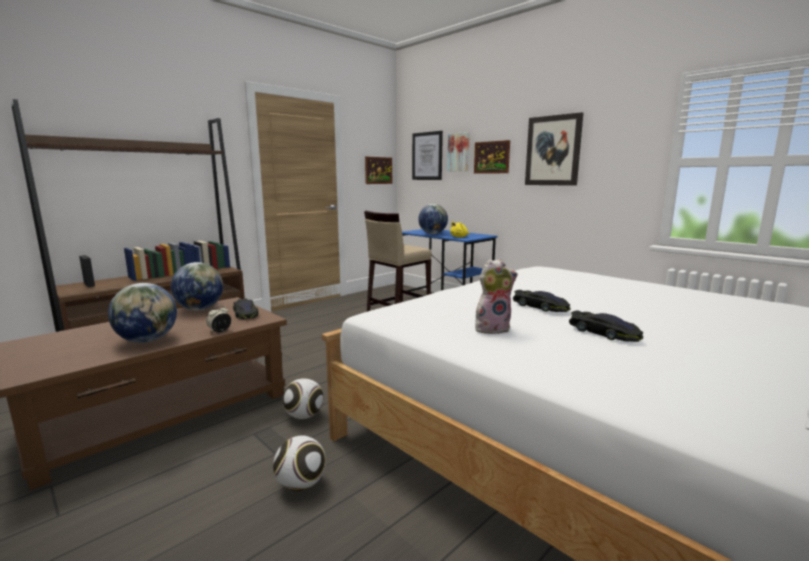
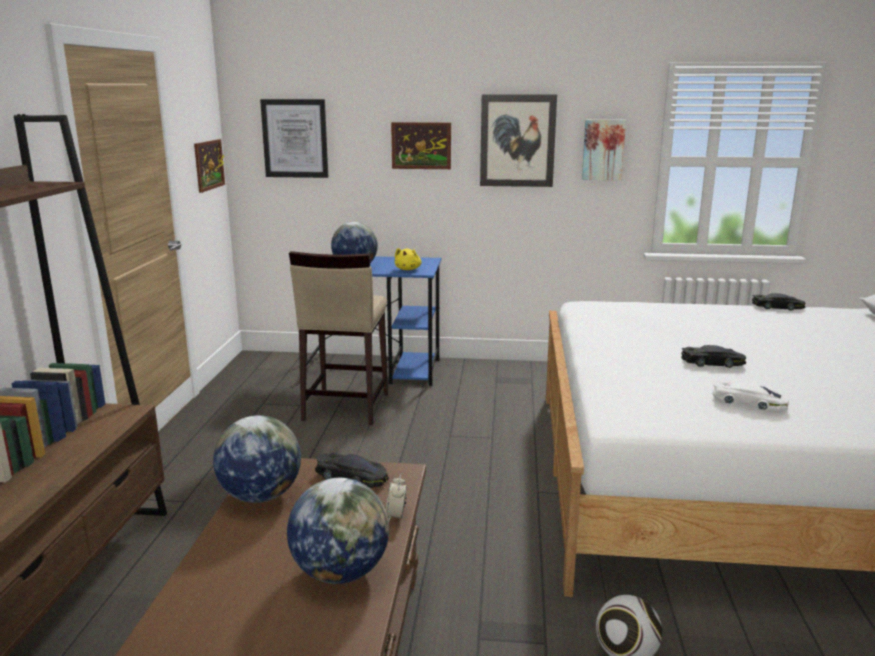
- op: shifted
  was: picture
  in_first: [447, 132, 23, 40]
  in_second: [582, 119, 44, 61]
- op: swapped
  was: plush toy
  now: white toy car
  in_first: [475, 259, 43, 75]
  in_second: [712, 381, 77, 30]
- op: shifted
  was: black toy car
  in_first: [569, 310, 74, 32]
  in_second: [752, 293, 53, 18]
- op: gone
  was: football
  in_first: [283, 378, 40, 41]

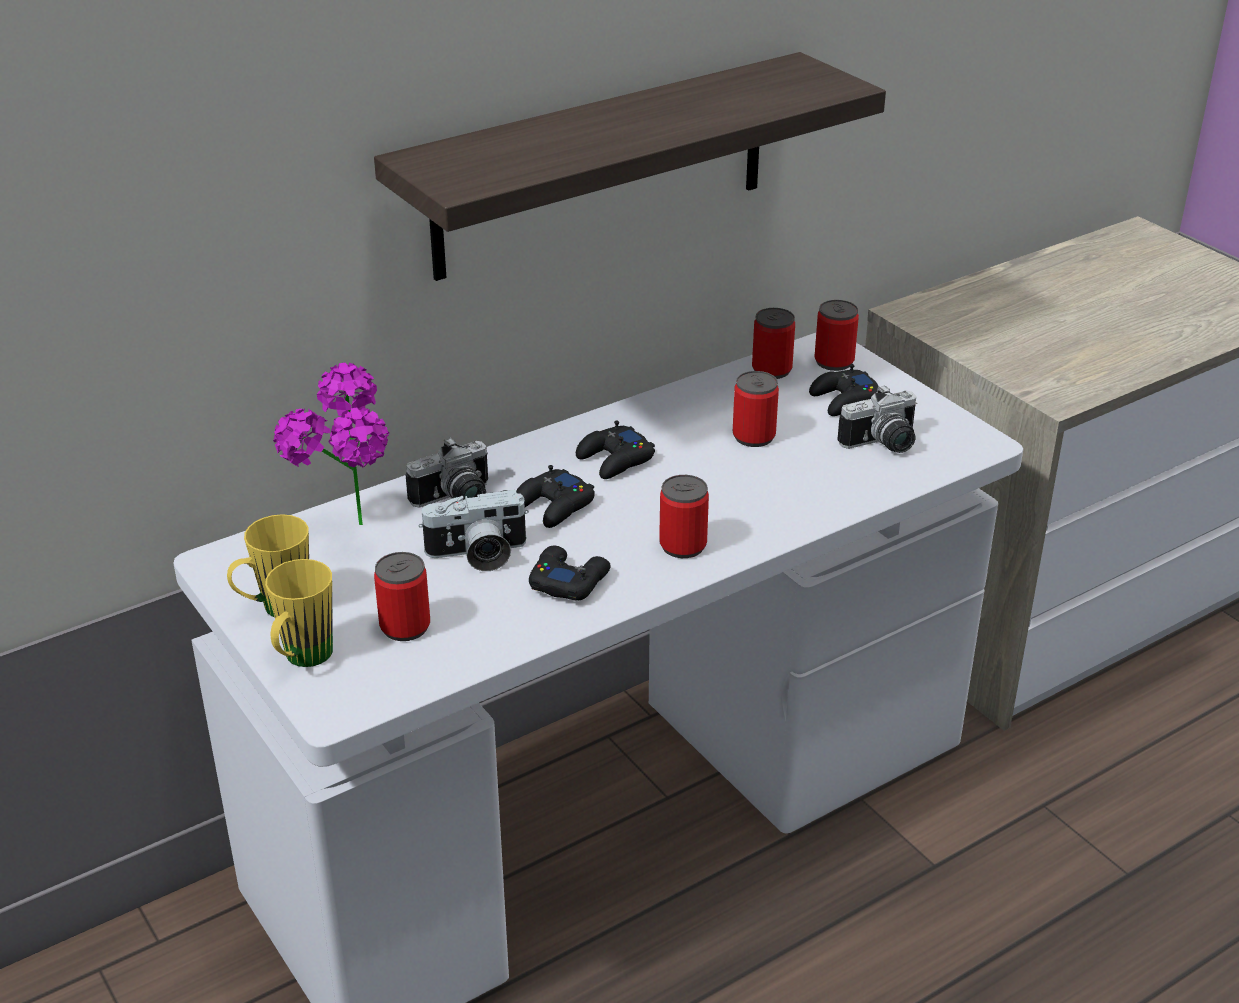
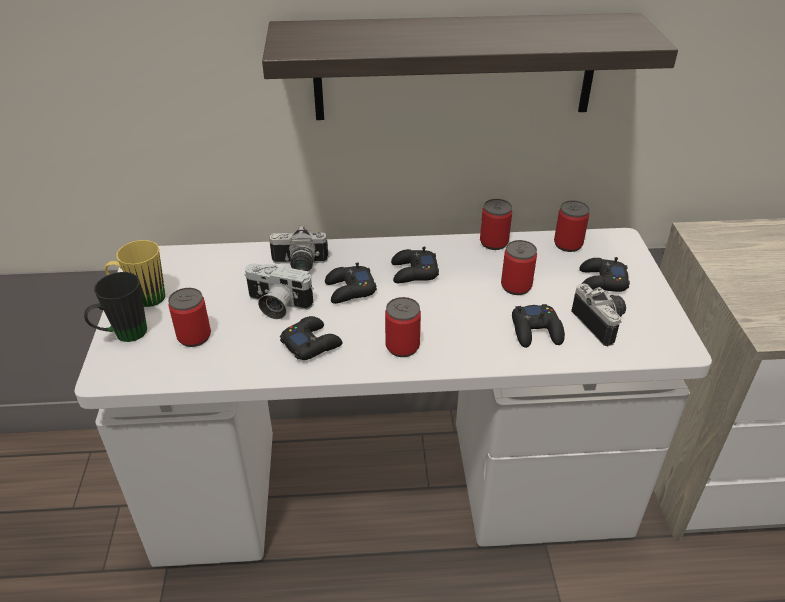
- op: shifted
  was: can
  in_first: [814, 300, 45, 71]
  in_second: [480, 199, 32, 51]
- op: gone
  was: potted plant
  in_first: [273, 363, 116, 162]
- op: rotated
  was: photo camera
  in_first: [837, 385, 80, 68]
  in_second: [571, 283, 55, 63]
  clockwise: -120
- op: repainted
  was: yellow mug
  now: black mug
  in_first: [265, 559, 68, 108]
  in_second: [84, 272, 63, 70]
- op: new
  now: black game controller
  in_second: [512, 304, 53, 44]

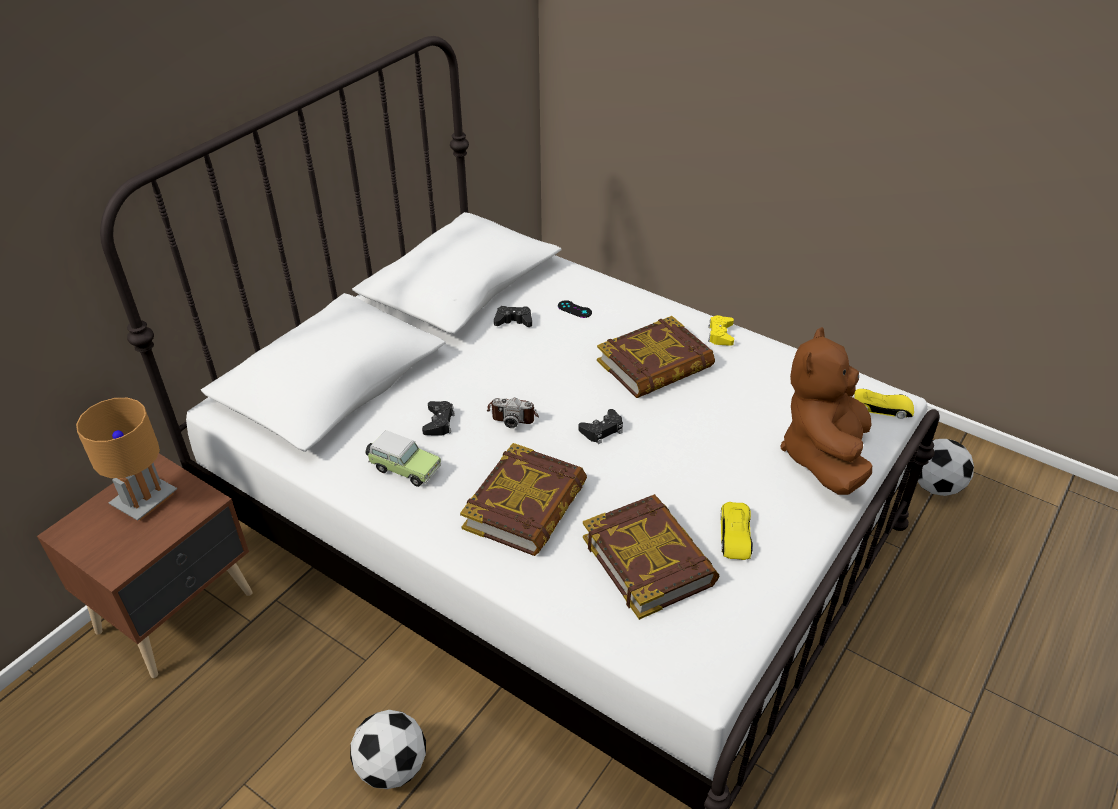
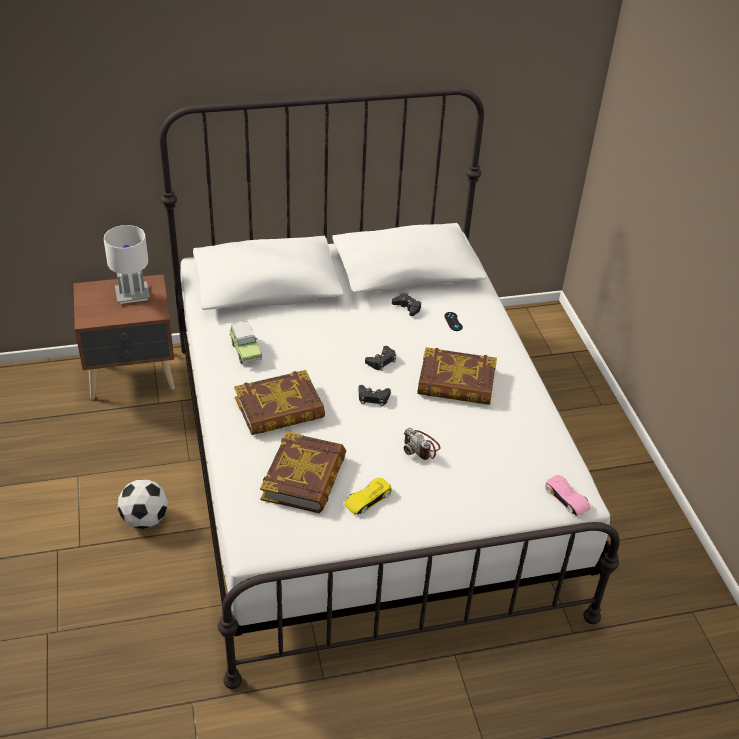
- op: gone
  was: yellow game controller
  in_first: [708, 315, 26, 31]
- op: gone
  was: brown plush toy
  in_first: [780, 327, 92, 168]
- op: repainted
  was: yellow toy car
  now: pink toy car
  in_first: [854, 389, 60, 30]
  in_second: [545, 475, 46, 41]
- op: repainted
  was: brown table lamp
  now: white table lamp
  in_first: [76, 398, 101, 123]
  in_second: [104, 225, 46, 79]
- op: shifted
  was: photo camera
  in_first: [487, 398, 52, 30]
  in_second: [404, 428, 37, 32]
- op: shifted
  was: black game controller
  in_first: [422, 401, 33, 35]
  in_second: [365, 346, 31, 25]
- op: gone
  was: football
  in_first: [918, 439, 56, 57]

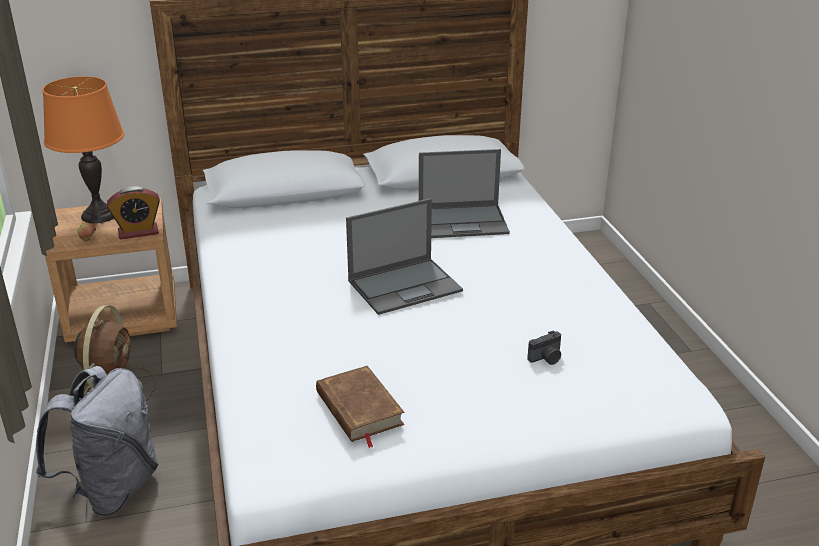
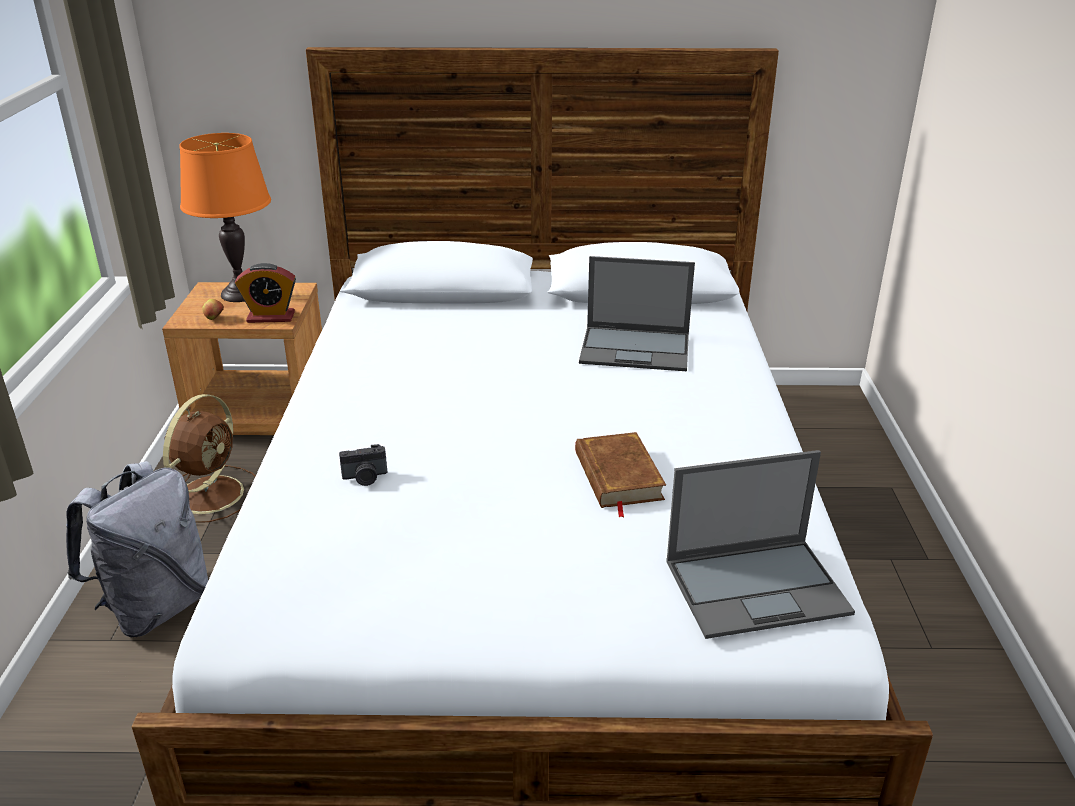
- op: shifted
  was: laptop
  in_first: [346, 198, 117, 117]
  in_second: [666, 450, 189, 189]
- op: shifted
  was: photo camera
  in_first: [527, 331, 34, 34]
  in_second: [339, 444, 48, 42]
- op: shifted
  was: brown book
  in_first: [316, 366, 88, 82]
  in_second: [575, 432, 91, 85]

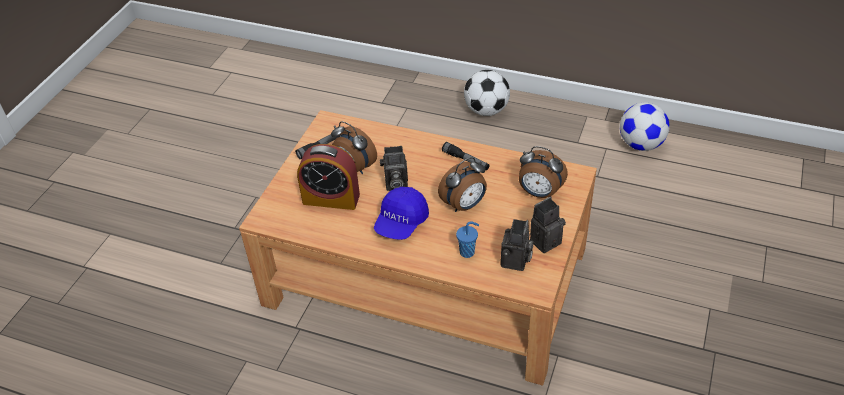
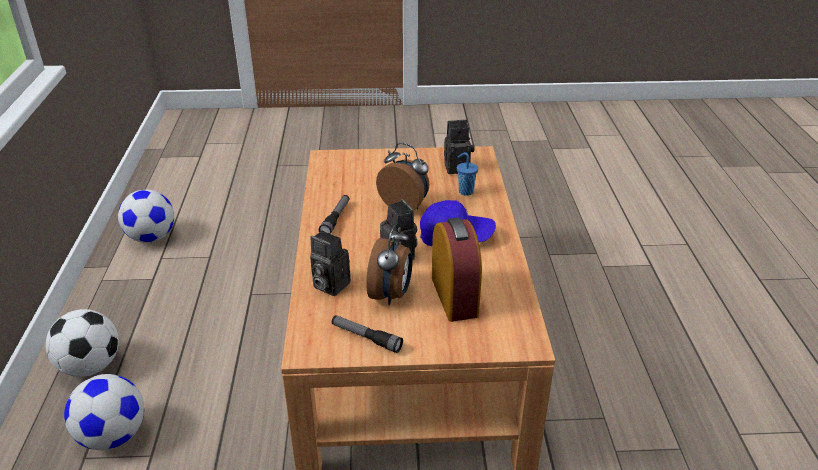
- op: gone
  was: alarm clock
  in_first: [519, 146, 49, 52]
- op: shifted
  was: photo camera
  in_first: [530, 197, 36, 56]
  in_second: [310, 230, 41, 66]
- op: new
  now: football
  in_second: [64, 374, 80, 76]

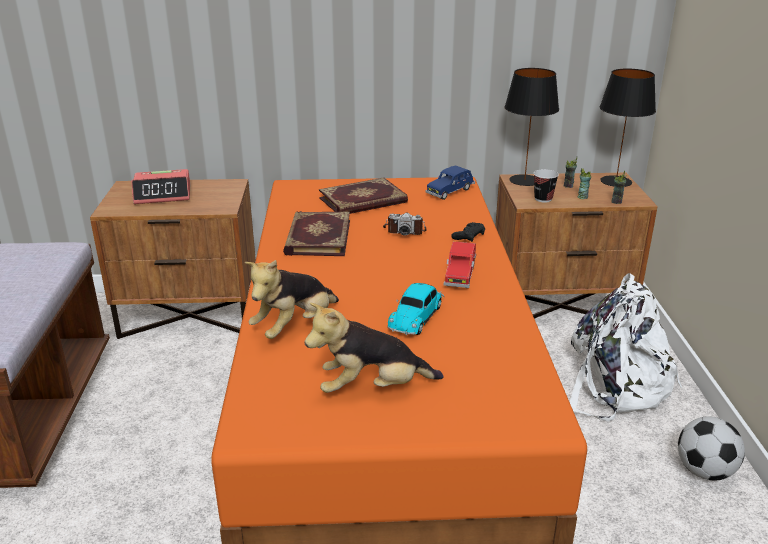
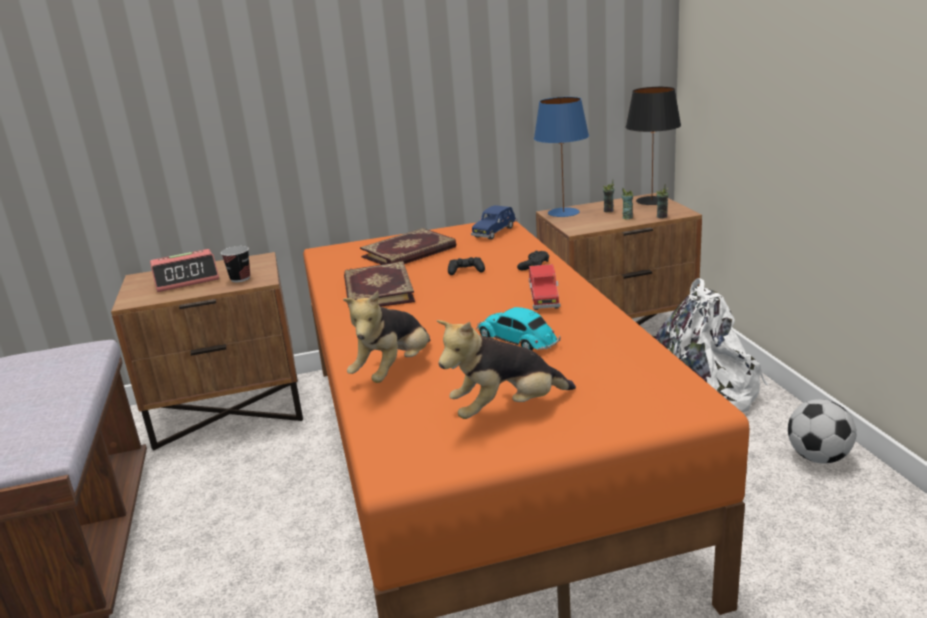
- op: repainted
  was: black table lamp
  now: blue table lamp
  in_first: [504, 68, 55, 118]
  in_second: [534, 97, 55, 120]
- op: shifted
  was: cup
  in_first: [534, 169, 25, 33]
  in_second: [221, 246, 29, 36]
- op: swapped
  was: photo camera
  now: black game controller
  in_first: [383, 213, 43, 23]
  in_second: [448, 257, 37, 18]
- op: rotated
  was: toy car
  in_first: [388, 283, 56, 52]
  in_second: [476, 307, 84, 43]
  clockwise: 120

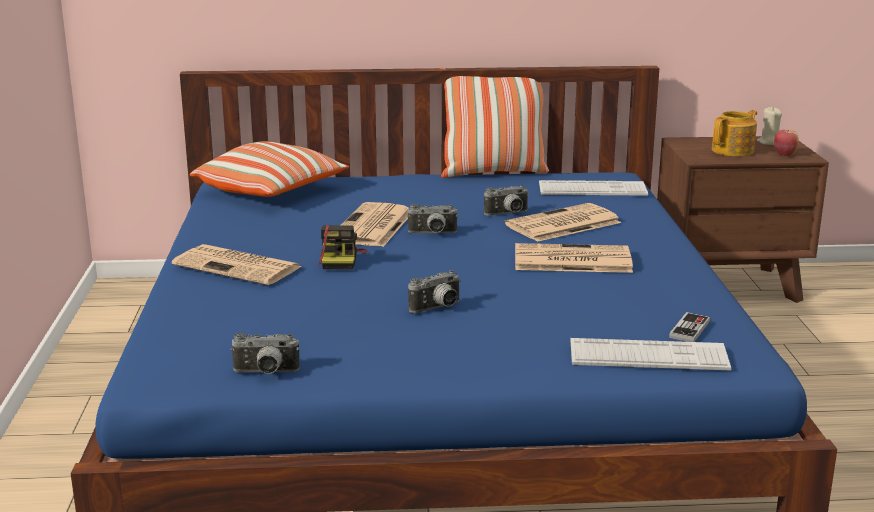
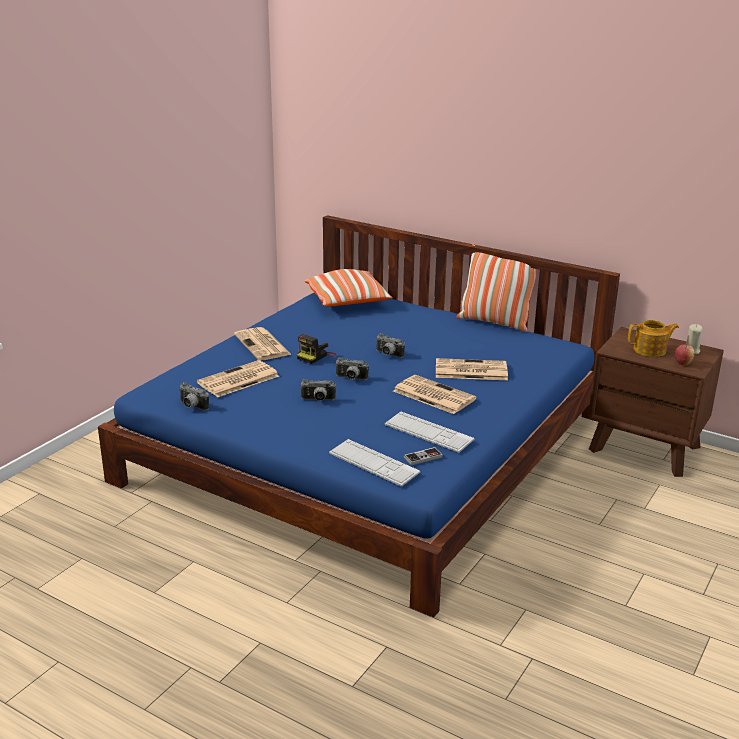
- op: shifted
  was: keyboard
  in_first: [539, 180, 109, 16]
  in_second: [385, 412, 89, 41]
- op: shifted
  was: photo camera
  in_first: [484, 185, 44, 31]
  in_second: [335, 357, 34, 23]
- op: shifted
  was: newspaper
  in_first: [329, 202, 80, 45]
  in_second: [197, 360, 82, 37]

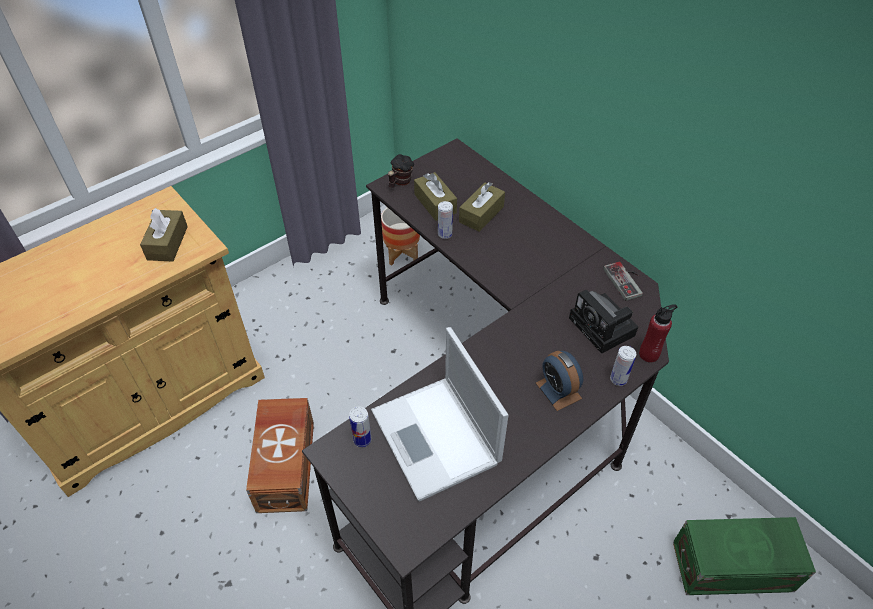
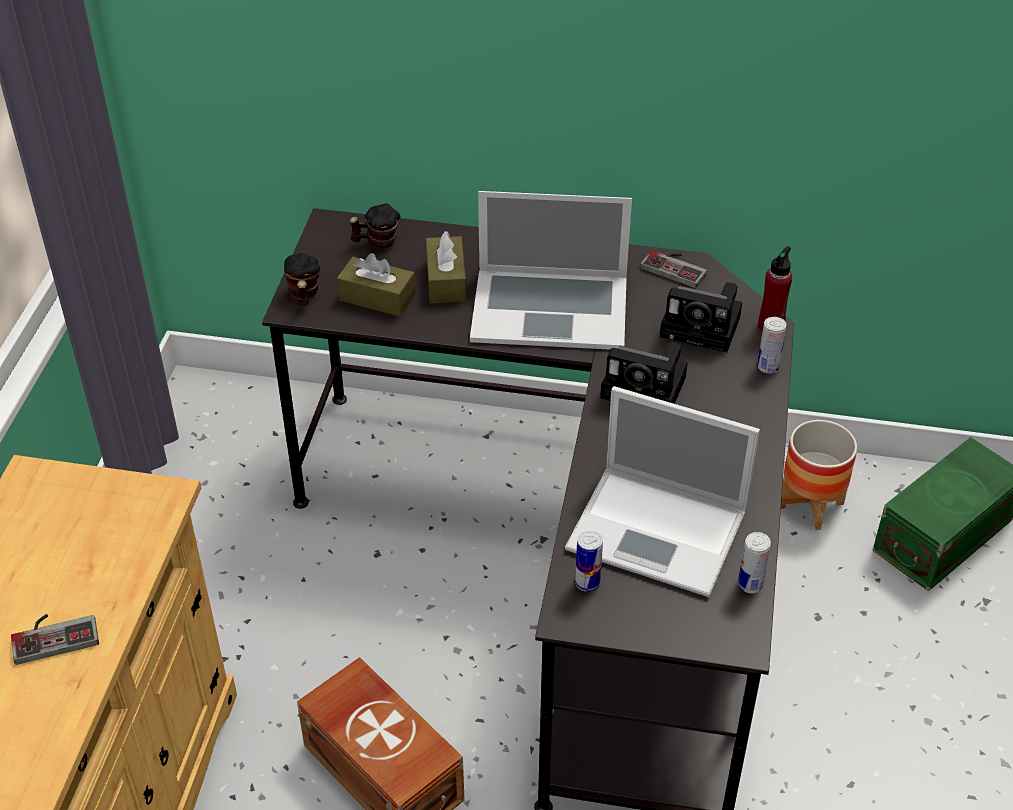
- op: shifted
  was: can
  in_first: [438, 201, 15, 38]
  in_second: [738, 532, 33, 62]
- op: shifted
  was: planter
  in_first: [381, 207, 39, 59]
  in_second: [781, 420, 76, 110]
- op: gone
  was: brown tissue box
  in_first: [140, 208, 48, 53]
- op: gone
  was: alarm clock
  in_first: [536, 351, 47, 60]
- op: new
  now: laptop
  in_second: [470, 191, 162, 159]
- op: new
  now: mug
  in_second: [349, 203, 52, 46]
- op: new
  now: photo camera
  in_second: [600, 342, 88, 62]
- op: new
  now: game controller
  in_second: [11, 614, 88, 51]

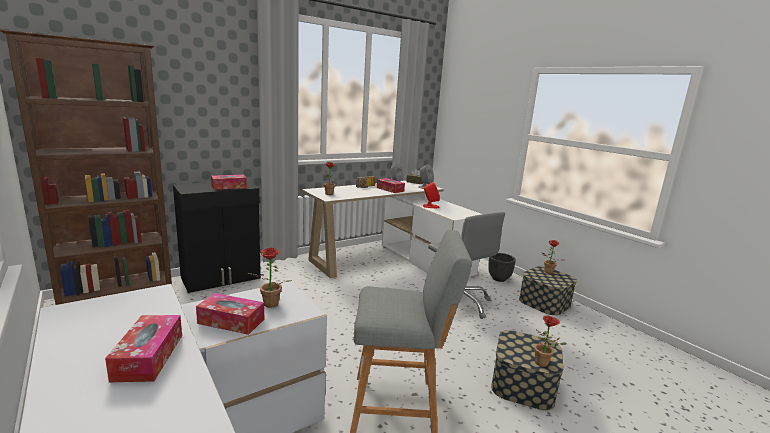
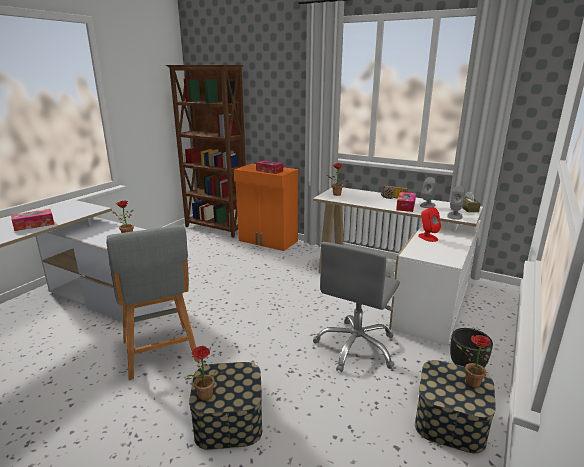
- op: repainted
  was: black cabinet
  now: orange cabinet
  in_first: [173, 181, 88, 112]
  in_second: [234, 164, 64, 87]
- op: gone
  was: tissue box
  in_first: [196, 293, 68, 42]

